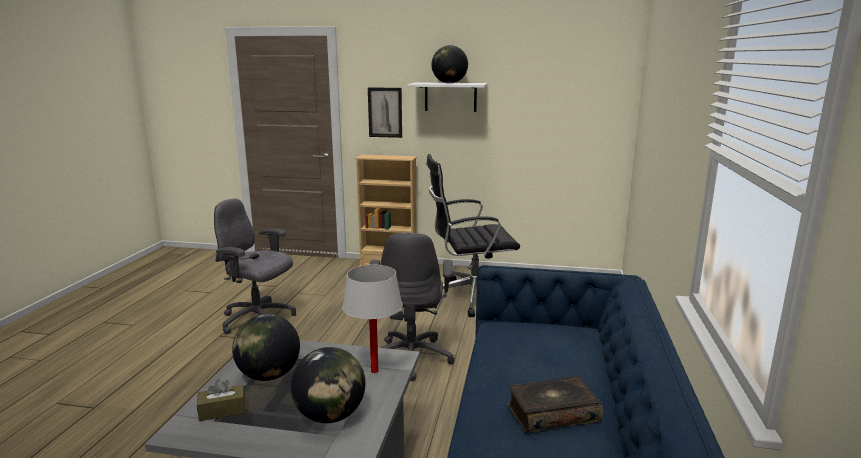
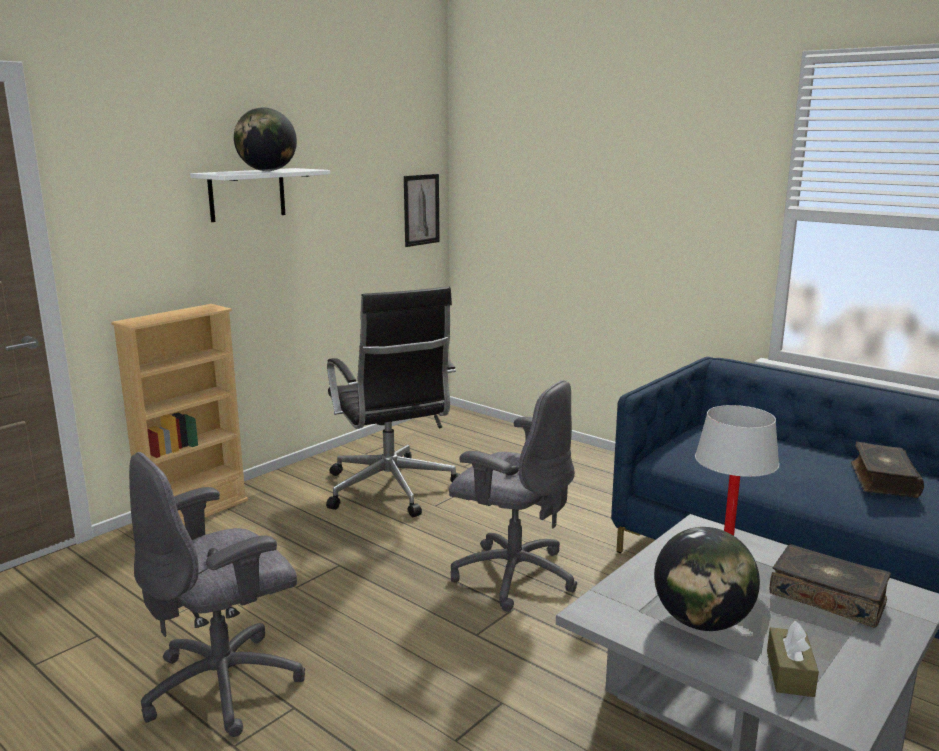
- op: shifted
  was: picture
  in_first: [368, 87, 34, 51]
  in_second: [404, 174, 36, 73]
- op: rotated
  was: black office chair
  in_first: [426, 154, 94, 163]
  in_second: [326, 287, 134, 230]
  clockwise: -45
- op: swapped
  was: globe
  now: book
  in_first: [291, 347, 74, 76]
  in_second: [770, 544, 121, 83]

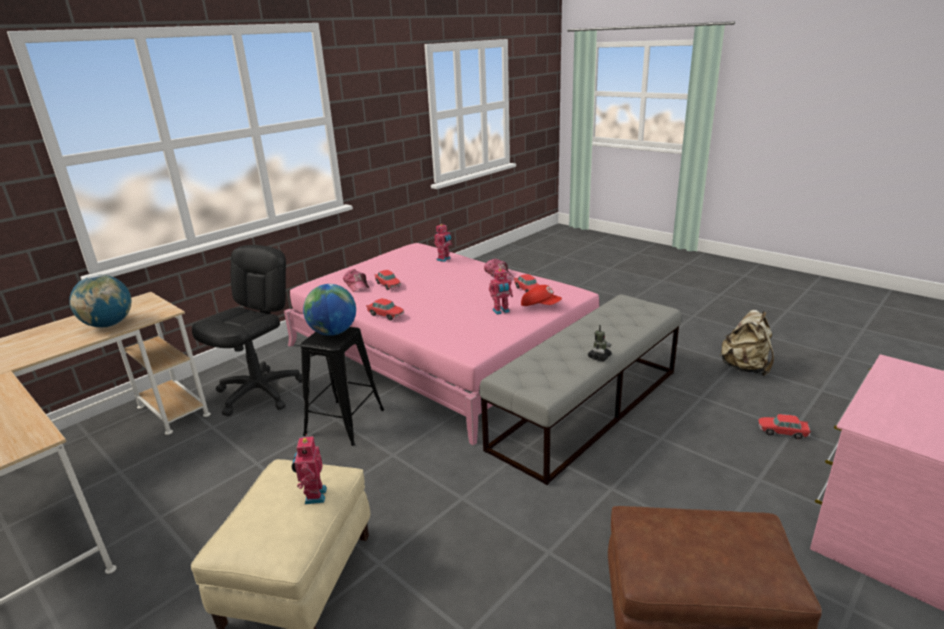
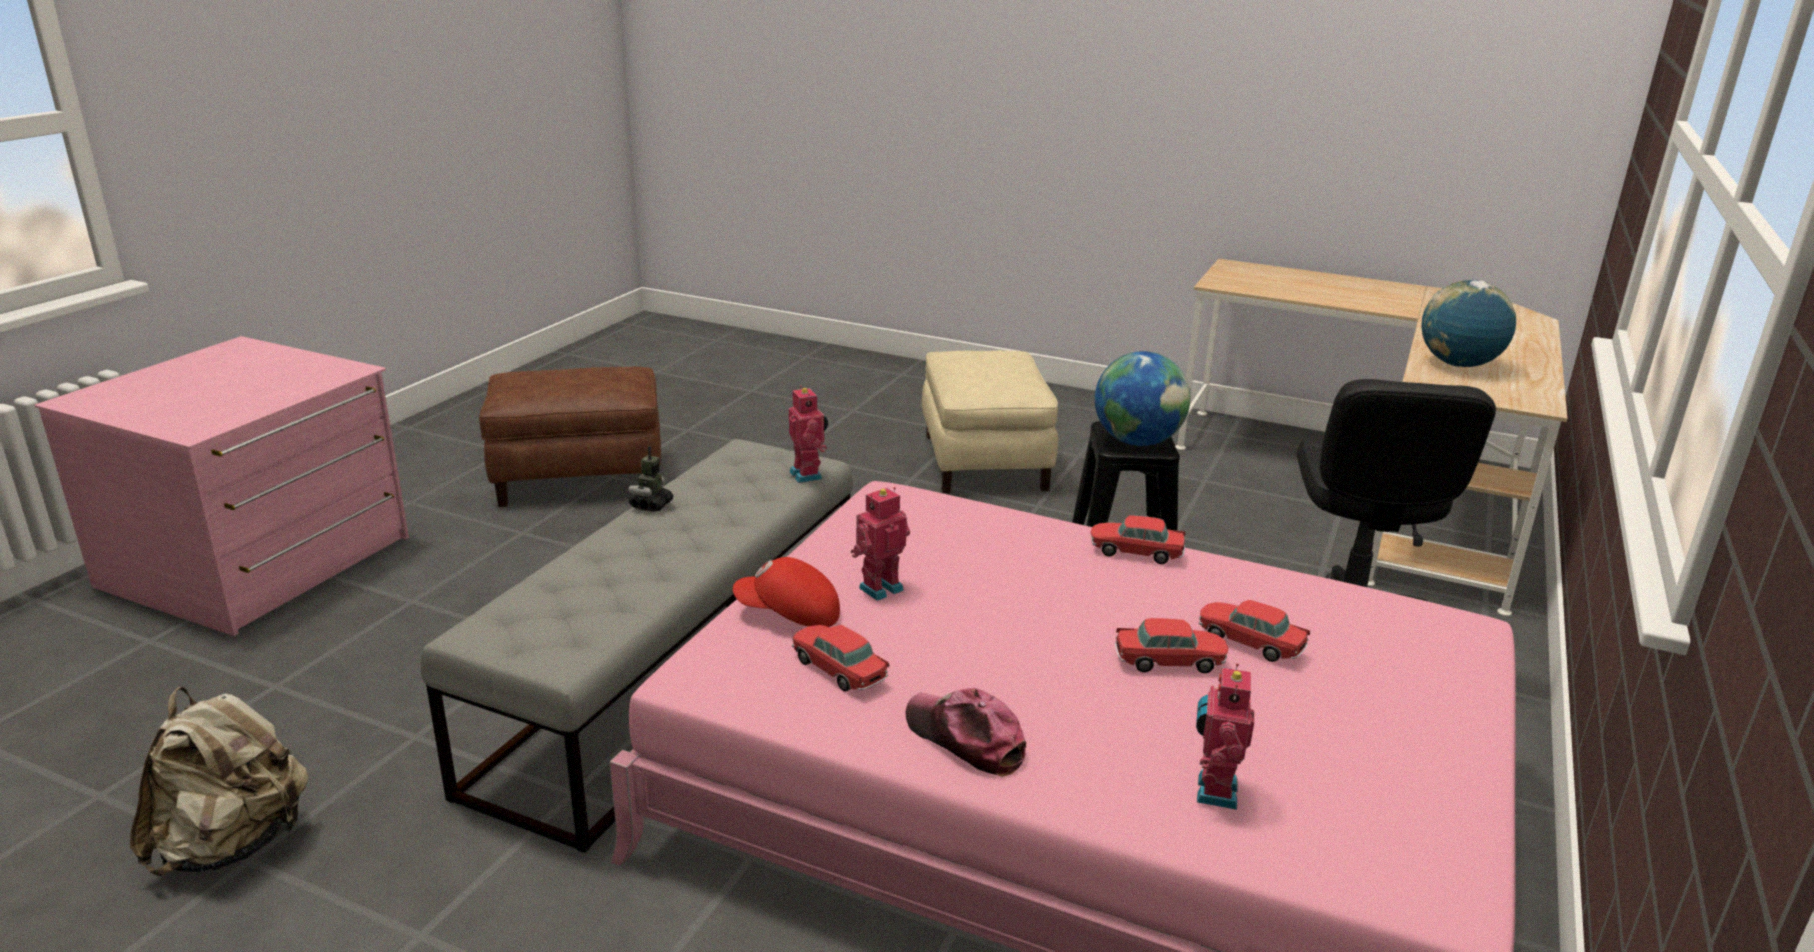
- op: gone
  was: cap
  in_first: [343, 269, 26, 23]
- op: shifted
  was: toy car
  in_first: [758, 414, 53, 25]
  in_second: [1115, 618, 113, 55]
- op: shifted
  was: toy robot
  in_first: [291, 434, 36, 70]
  in_second: [789, 385, 39, 98]

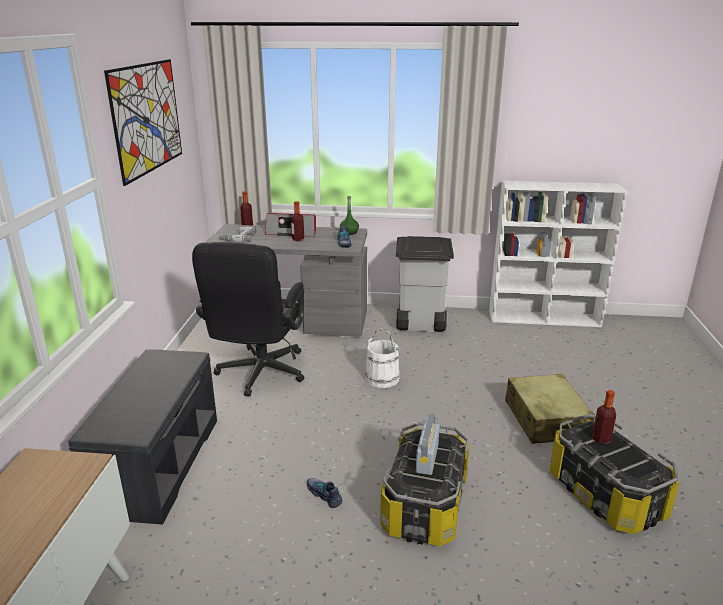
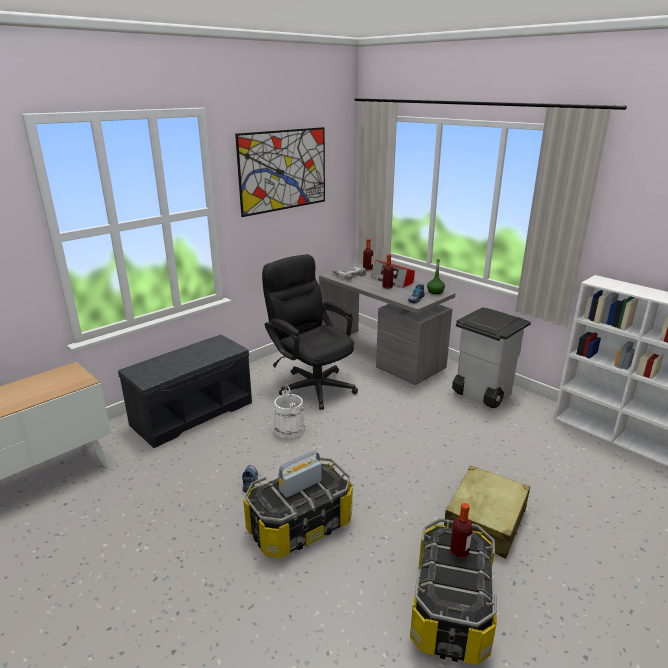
- op: rotated
  was: black office chair
  in_first: [192, 242, 112, 155]
  in_second: [262, 254, 96, 156]
  clockwise: 90
- op: shifted
  was: white bucket
  in_first: [365, 329, 35, 59]
  in_second: [273, 384, 33, 55]

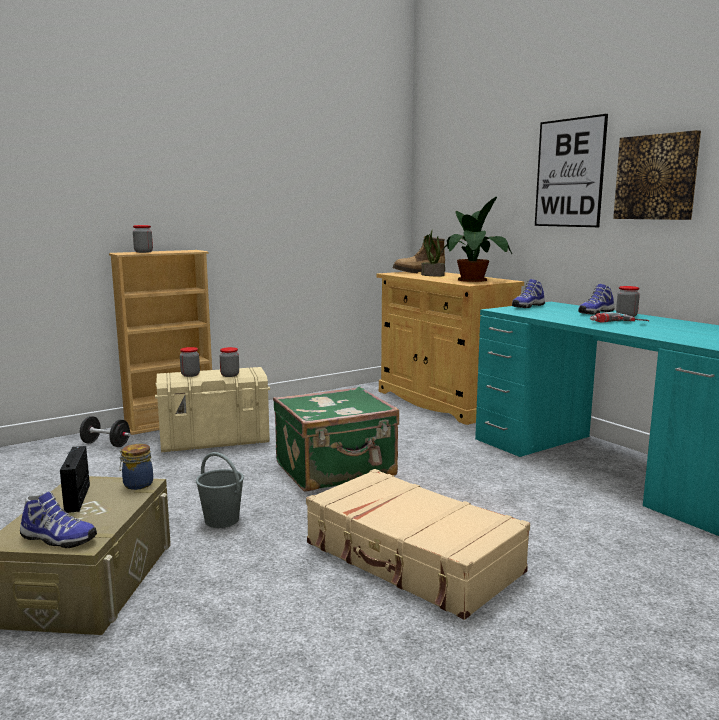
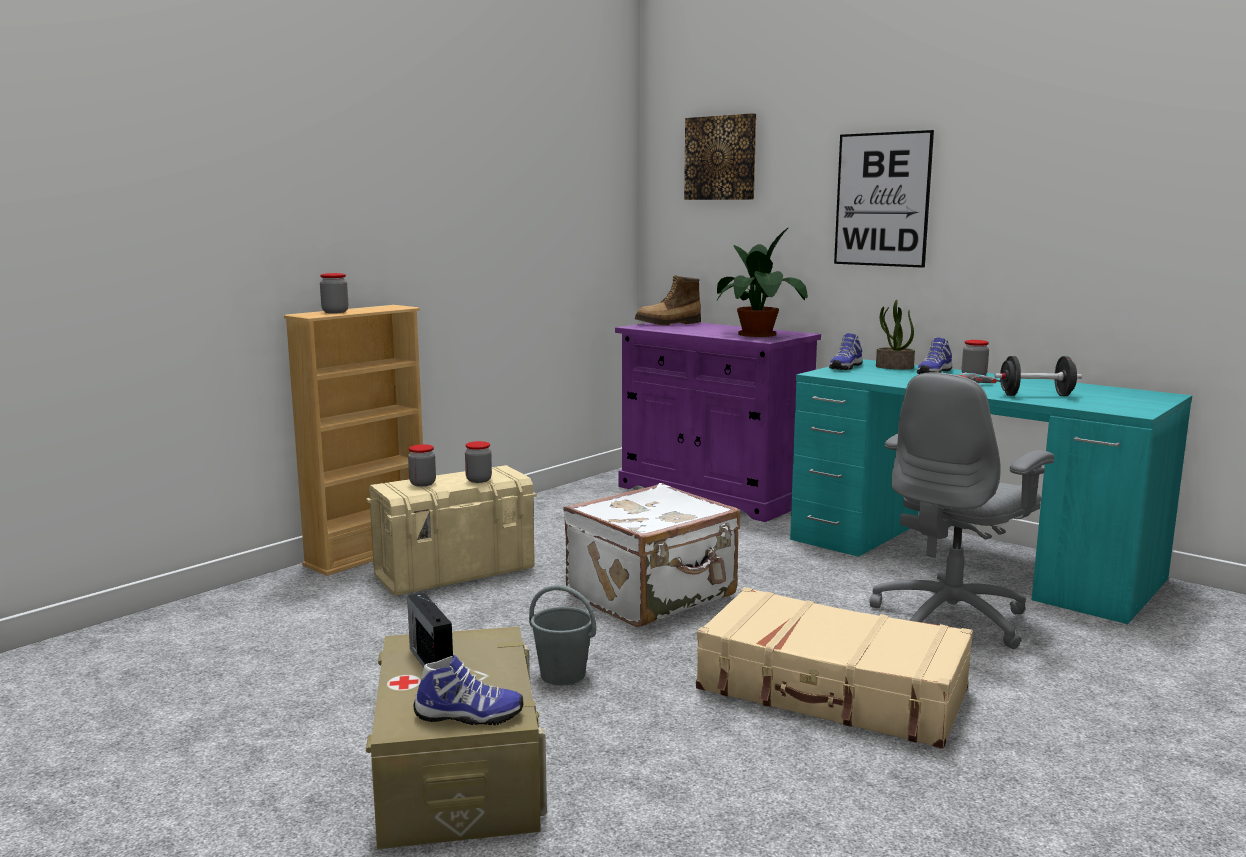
- op: shifted
  was: picture
  in_first: [613, 130, 88, 90]
  in_second: [684, 113, 72, 87]
- op: shifted
  was: potted plant
  in_first: [421, 229, 24, 47]
  in_second: [876, 299, 39, 70]
- op: repainted
  was: beige cabinet
  now: purple cabinet
  in_first: [377, 272, 147, 153]
  in_second: [615, 322, 206, 200]
- op: repainted
  was: green suitcase
  now: white suitcase
  in_first: [273, 386, 126, 106]
  in_second: [563, 483, 177, 144]
- op: shifted
  was: black dumbbell
  in_first: [80, 416, 50, 31]
  in_second: [994, 356, 88, 40]
- op: gone
  was: jar
  in_first: [119, 444, 34, 46]
- op: new
  now: grey office chair
  in_second: [869, 372, 185, 277]

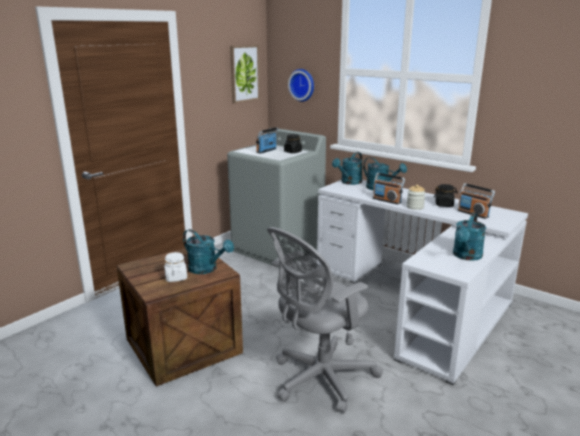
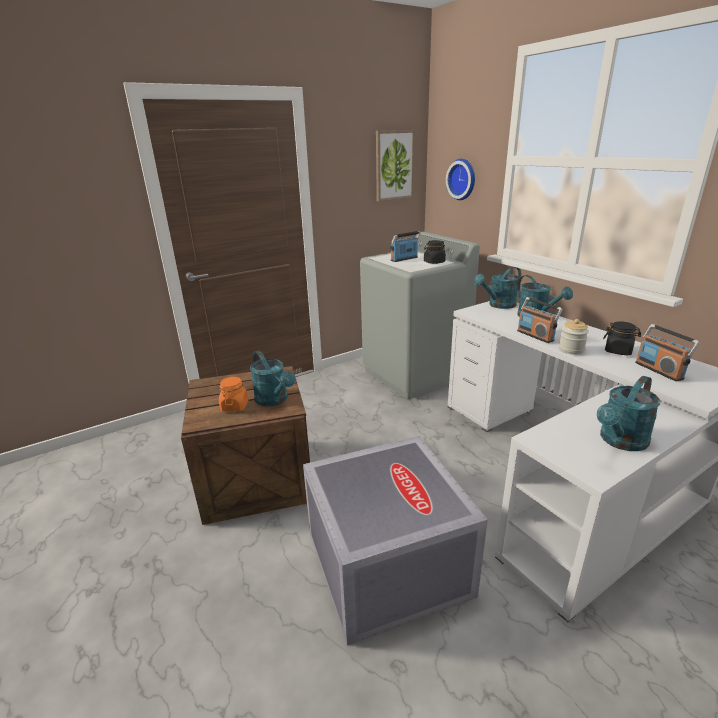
- op: swapped
  was: grey office chair
  now: grey storage box
  in_first: [267, 227, 116, 186]
  in_second: [303, 436, 185, 210]
- op: repainted
  was: white jar
  now: orange jar
  in_first: [164, 252, 23, 30]
  in_second: [219, 377, 30, 35]

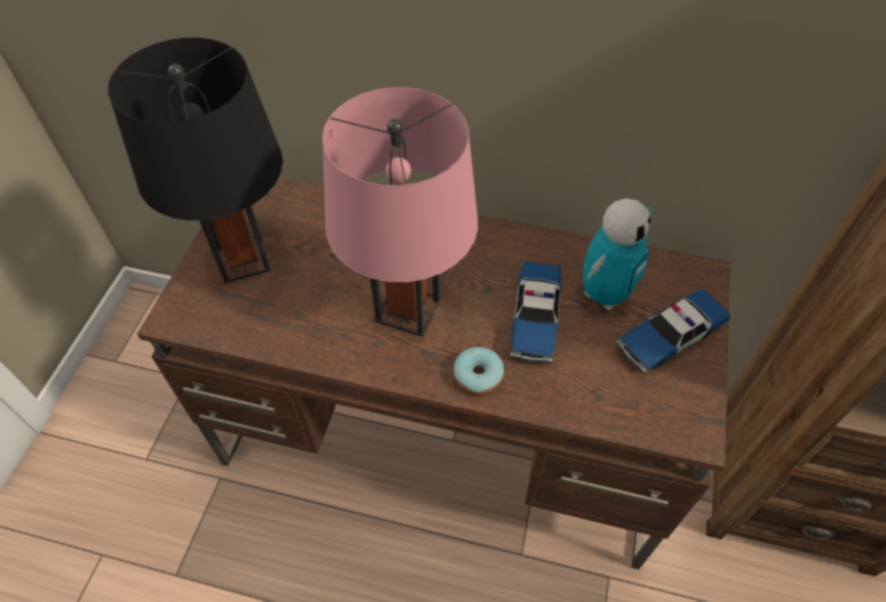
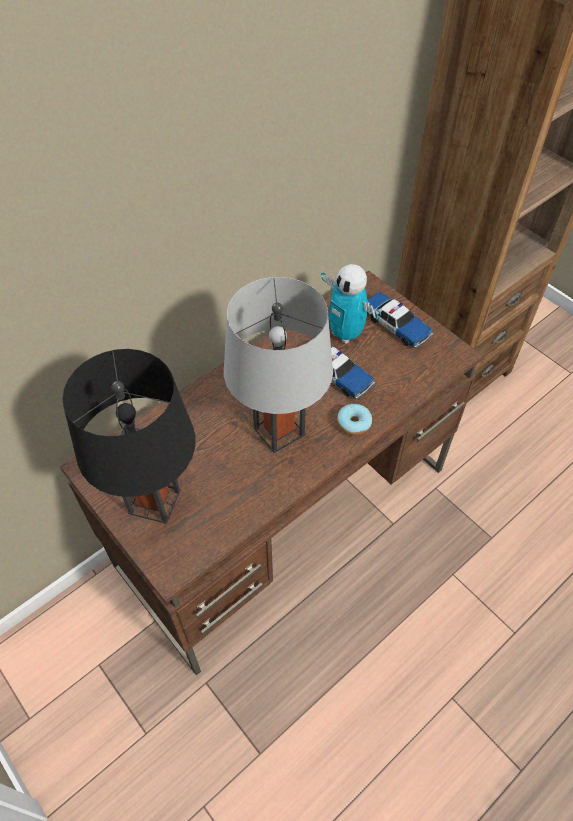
- op: repainted
  was: pink table lamp
  now: grey table lamp
  in_first: [322, 87, 156, 250]
  in_second: [224, 277, 109, 176]
- op: rotated
  was: toy robot
  in_first: [583, 198, 70, 112]
  in_second: [321, 264, 60, 80]
  clockwise: 150
- op: rotated
  was: toy car
  in_first: [616, 288, 115, 85]
  in_second: [367, 292, 67, 56]
  clockwise: -45

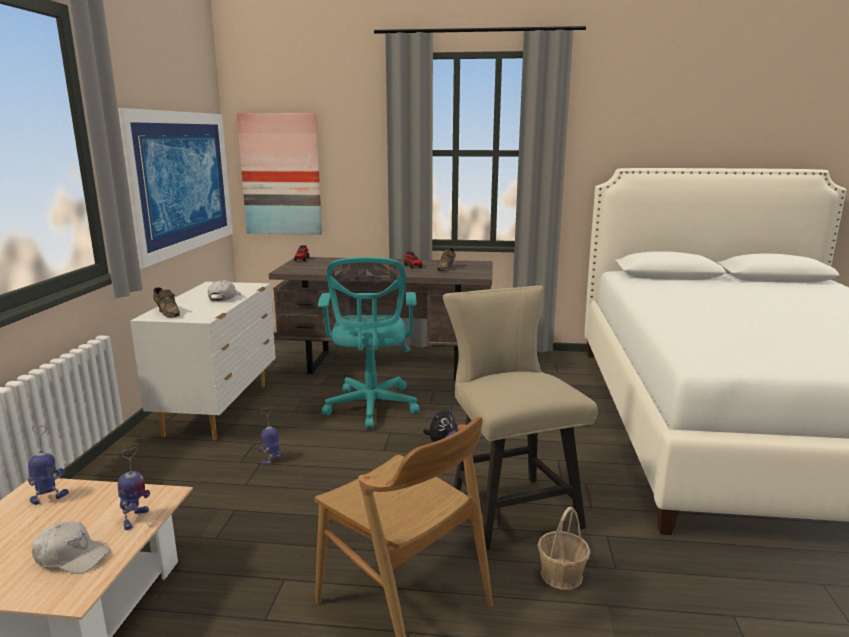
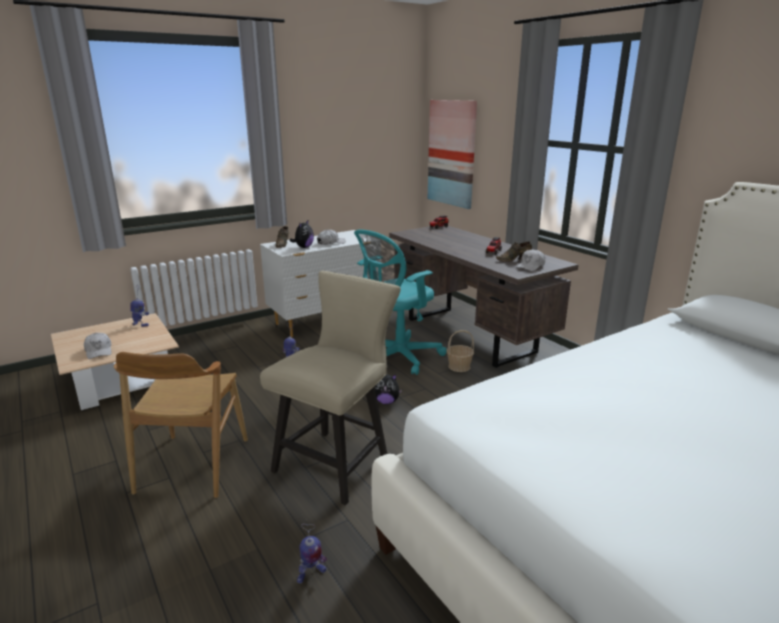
- op: gone
  was: picture
  in_first: [118, 108, 115, 161]
- op: shifted
  was: toy robot
  in_first: [118, 447, 32, 83]
  in_second: [297, 524, 30, 59]
- op: shifted
  was: basket
  in_first: [537, 507, 53, 83]
  in_second: [447, 330, 27, 42]
- op: new
  now: plush toy
  in_second: [290, 219, 24, 29]
- op: new
  now: white cap
  in_second: [516, 249, 29, 22]

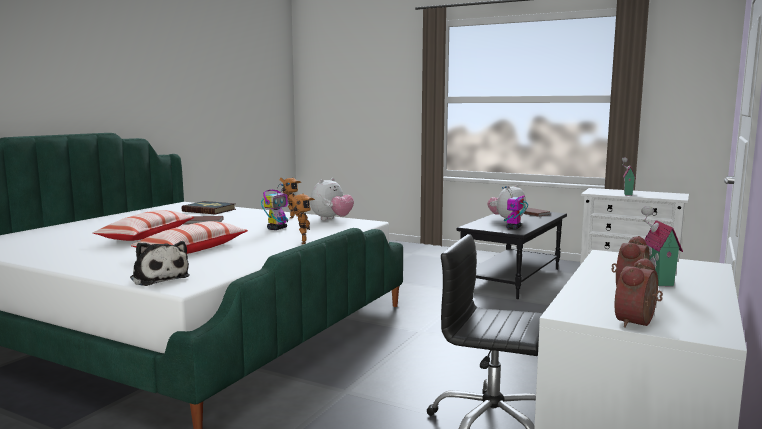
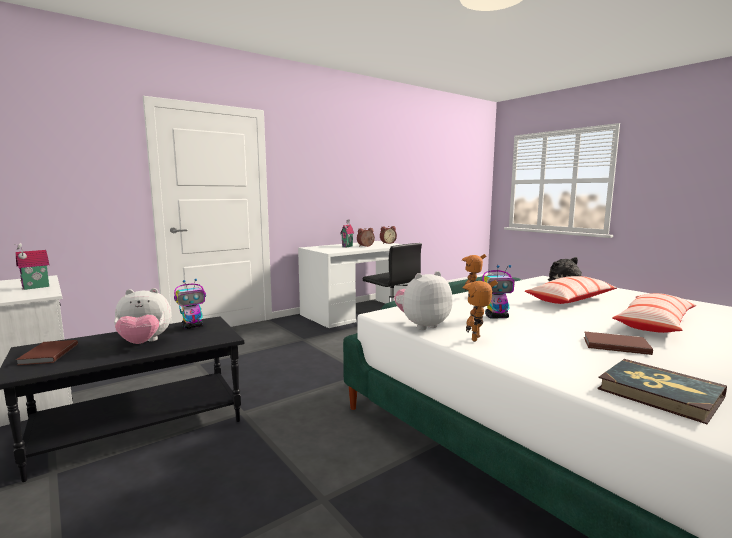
- op: rotated
  was: toy robot
  in_first: [261, 183, 29, 47]
  in_second: [482, 265, 33, 54]
  clockwise: -150

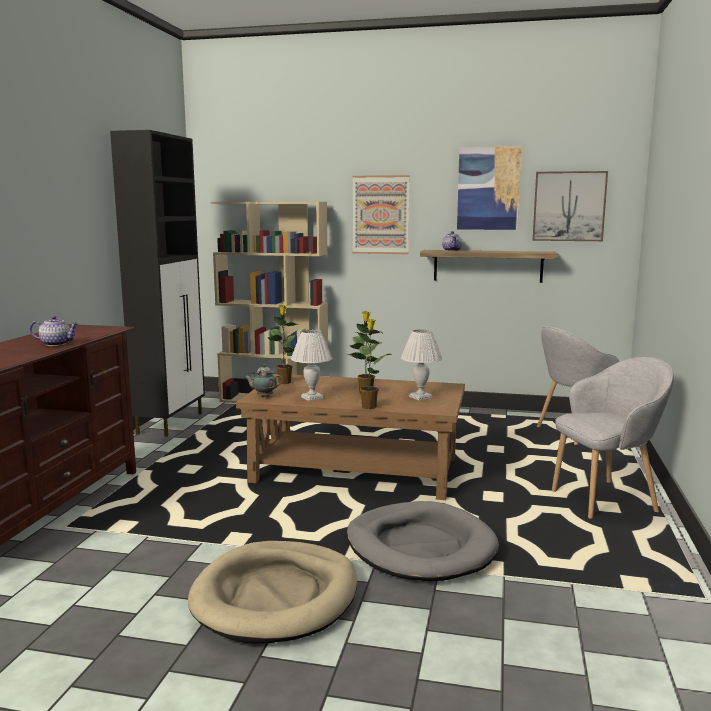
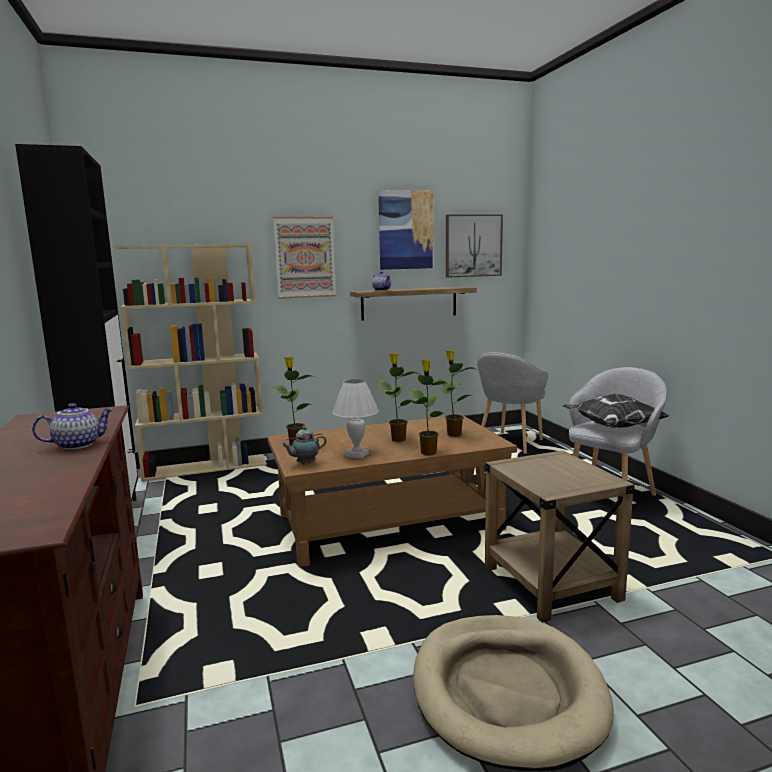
- op: swapped
  was: white table lamp
  now: potted plant
  in_first: [401, 329, 41, 72]
  in_second: [433, 350, 45, 87]
- op: swapped
  was: grey dog bed
  now: beige side table
  in_first: [347, 501, 152, 80]
  in_second: [485, 450, 150, 173]
- op: new
  now: pillow
  in_second: [563, 394, 106, 34]

